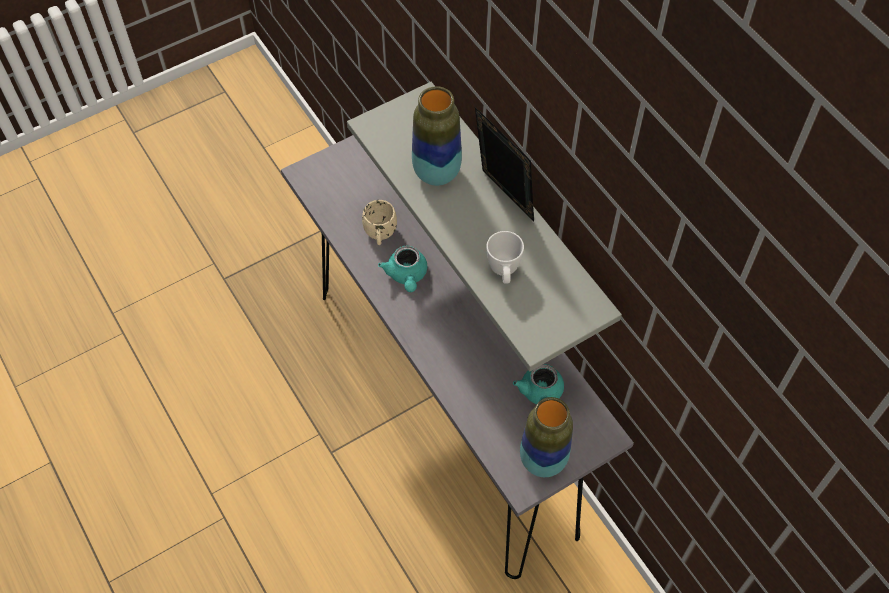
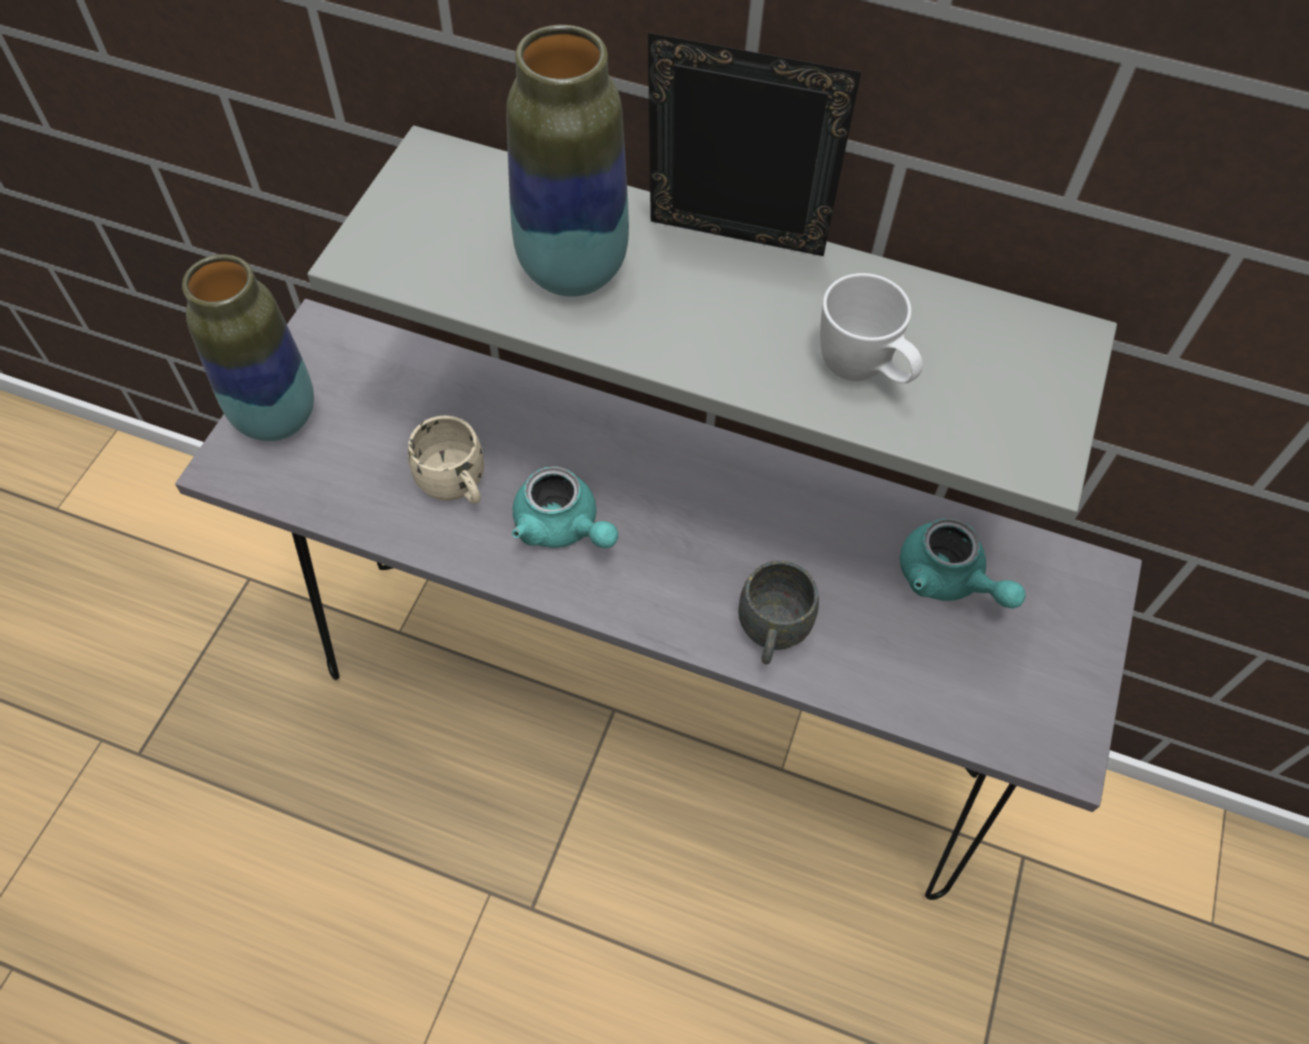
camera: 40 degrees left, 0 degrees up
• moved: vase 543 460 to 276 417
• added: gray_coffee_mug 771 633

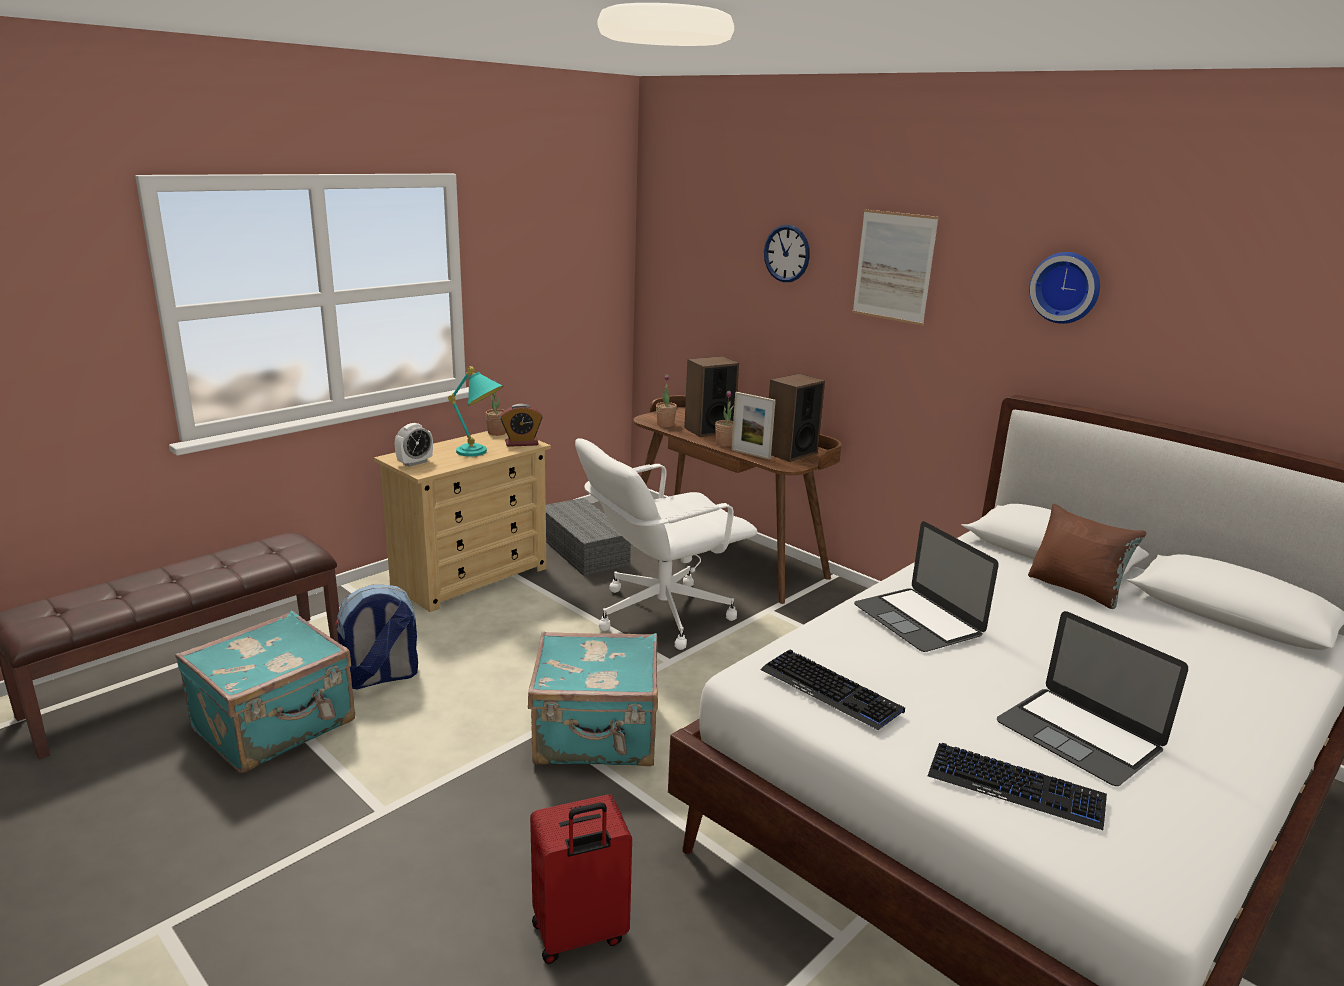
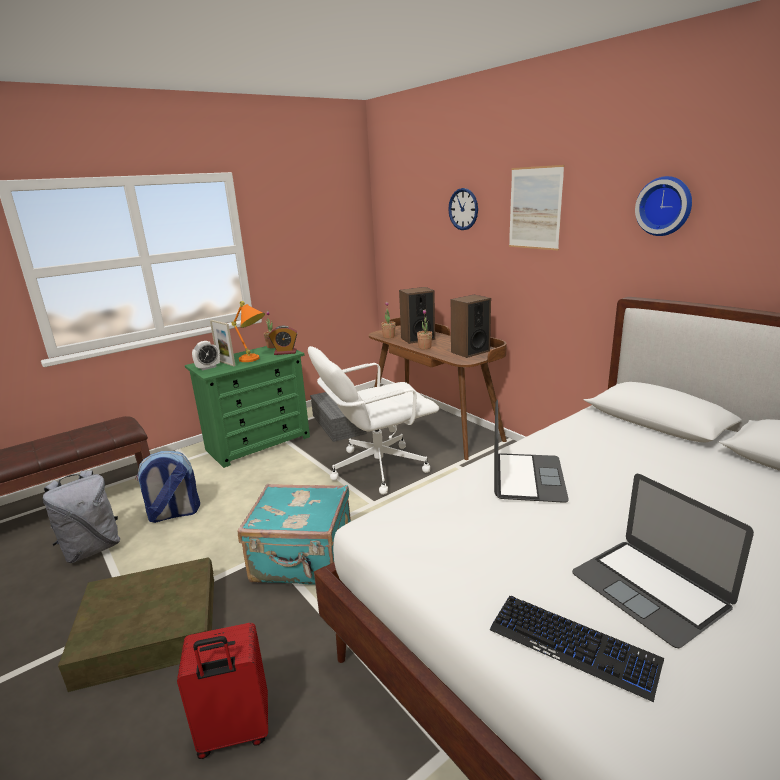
camera: 10 degrees right, 0 degrees up
• replaced: turquoise_piece_of_luggage 276 726 to gray_rucksack 92 549
• added: brown_storage_box 149 629
• recoloured: beige_chest_of_drawers 471 576 to greenish_chest_of_drawers 259 443
• moved: standing_frame 750 454 to 226 363
• recoloured: turquoise_lamp_for_a_table 480 453 to orange_lamp_for_a_table 254 360
• turned: portable_computer 918 619 = 527 477 150 degrees counterclockwise
• removed: keyboard 830 691
• removed: brown_cushion 1076 589

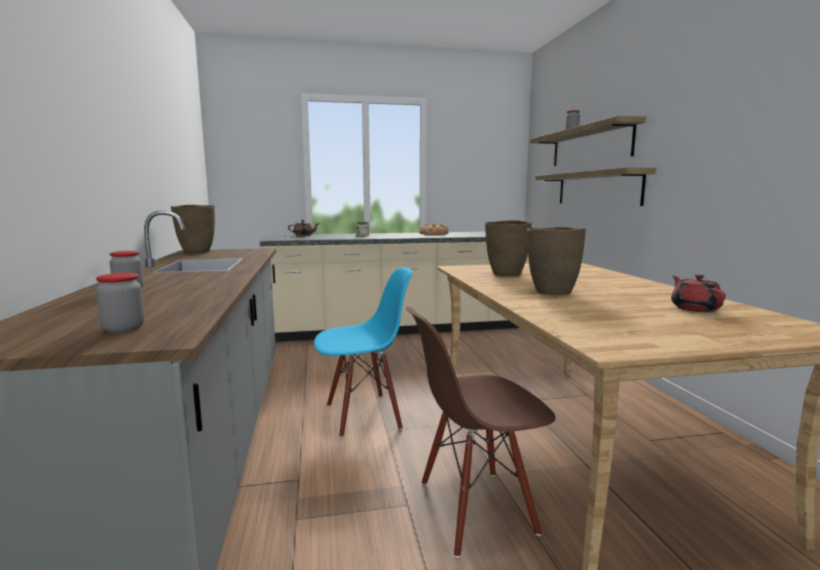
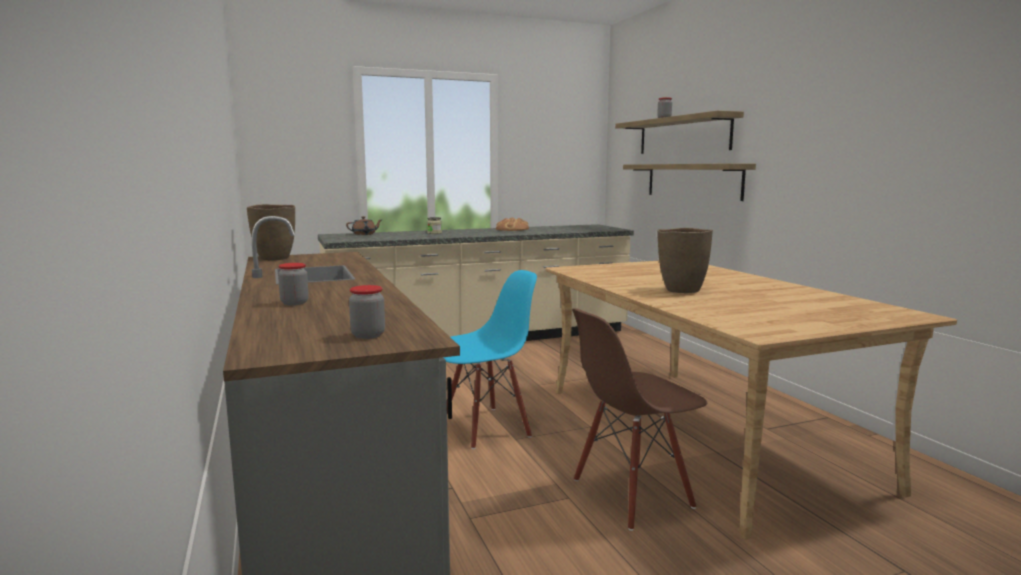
camera: 10 degrees left, 0 degrees up
• removed: brown_vase 506 274
• removed: reddish_teapot 694 308

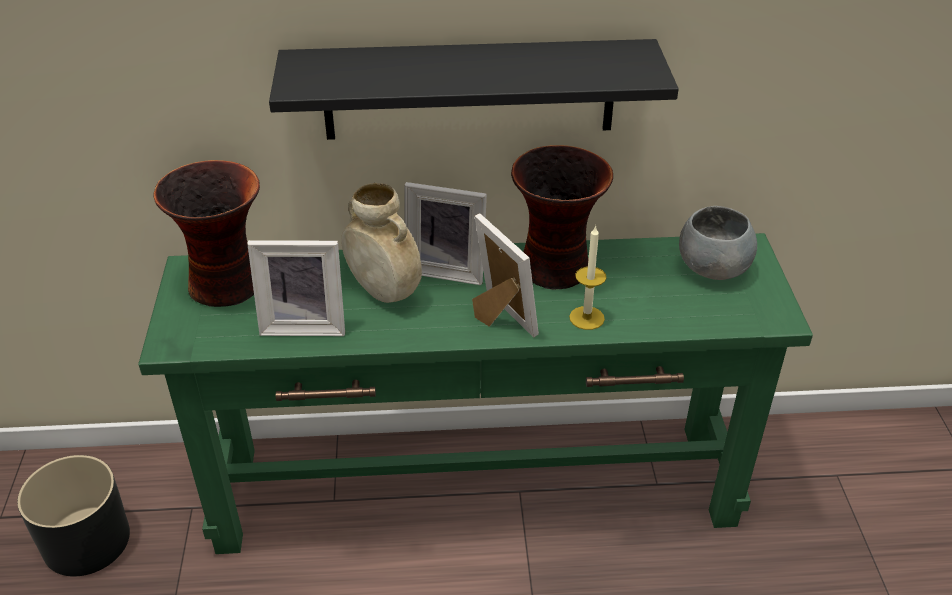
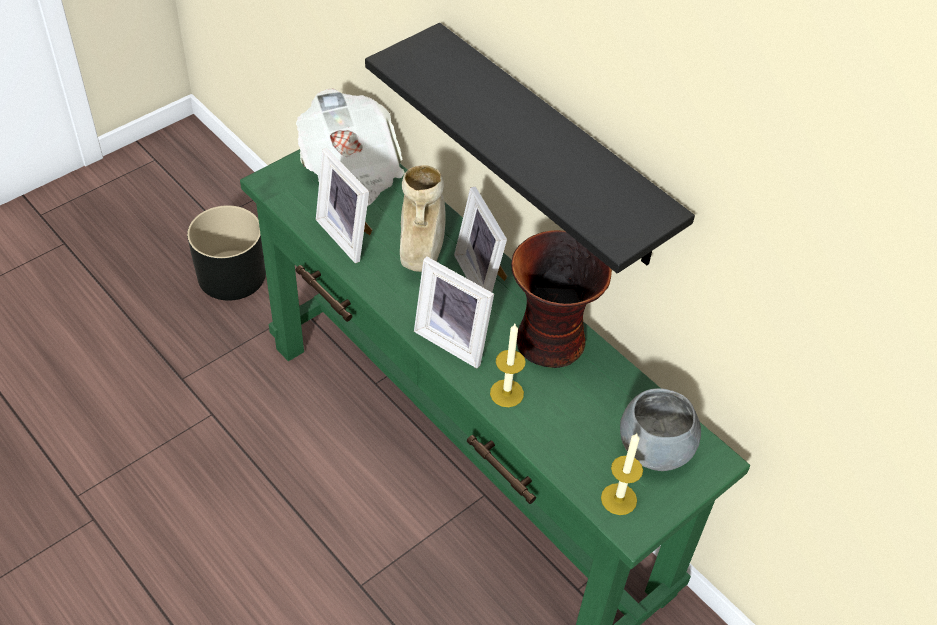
camera: 50 degrees right, 10 degrees up
• replaced: vase 228 284 to daily_paper 351 170
• turned: standing_frame 498 318 = 455 339 105 degrees clockwise
• added: candle 619 499

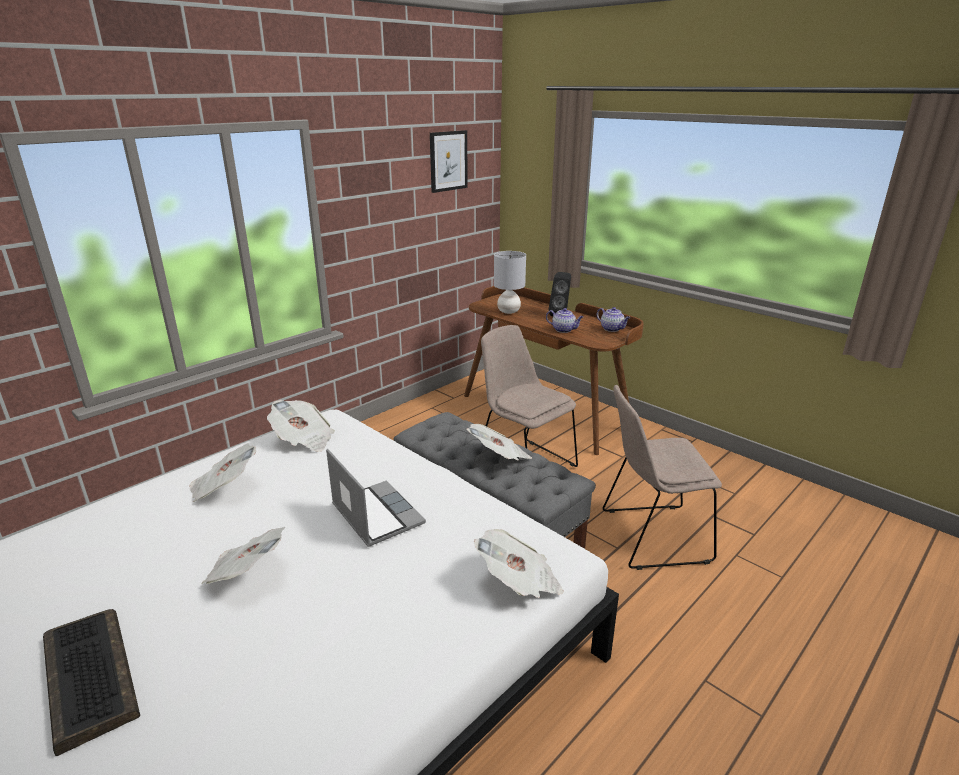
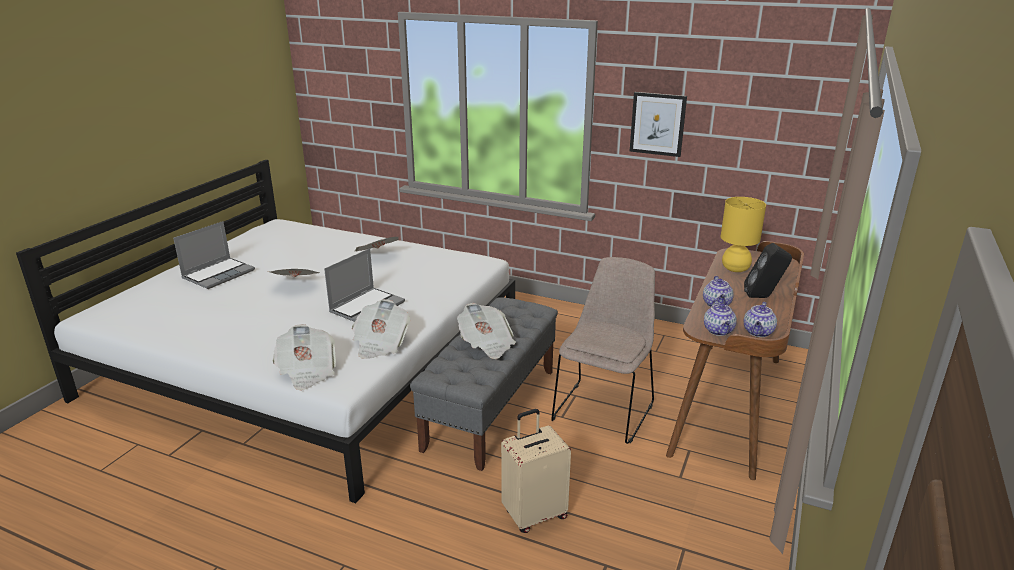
camera: 70 degrees right, 0 degrees up
• replaced: keyboard 88 676 to portable_computer 219 274
• moved: daily_paper 304 439 to 380 344
• replaced: beige_upright_chair 650 536 to beige_piece_of_luggage 534 514
• moved: wall_picture 448 161 to 657 124
• added: teapot 719 331
• recoloured: gray_lamp_for_a_table 509 311 to yellow_lamp_for_a_table 735 269

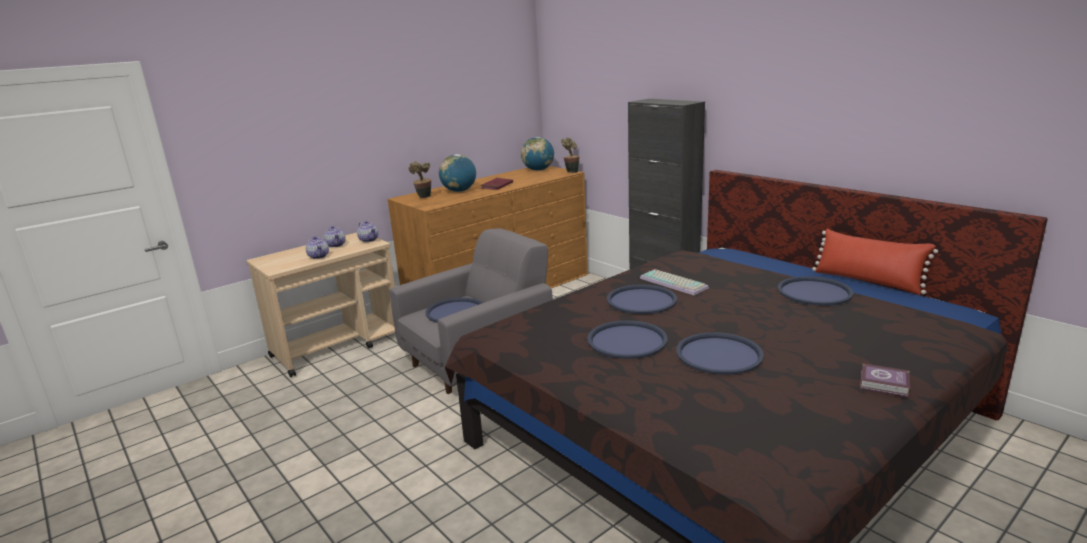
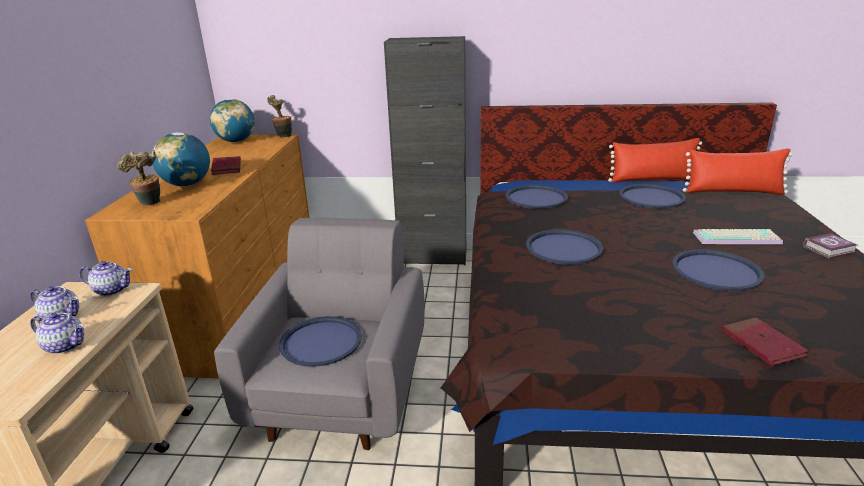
camera: 45 degrees left, 5 degrees up
• moved: blue_tray 627 340 to 536 198
• added: reddish_cushion 733 192
• moved: keyboard 674 283 to 737 237
• added: reddish_bound_book 762 344

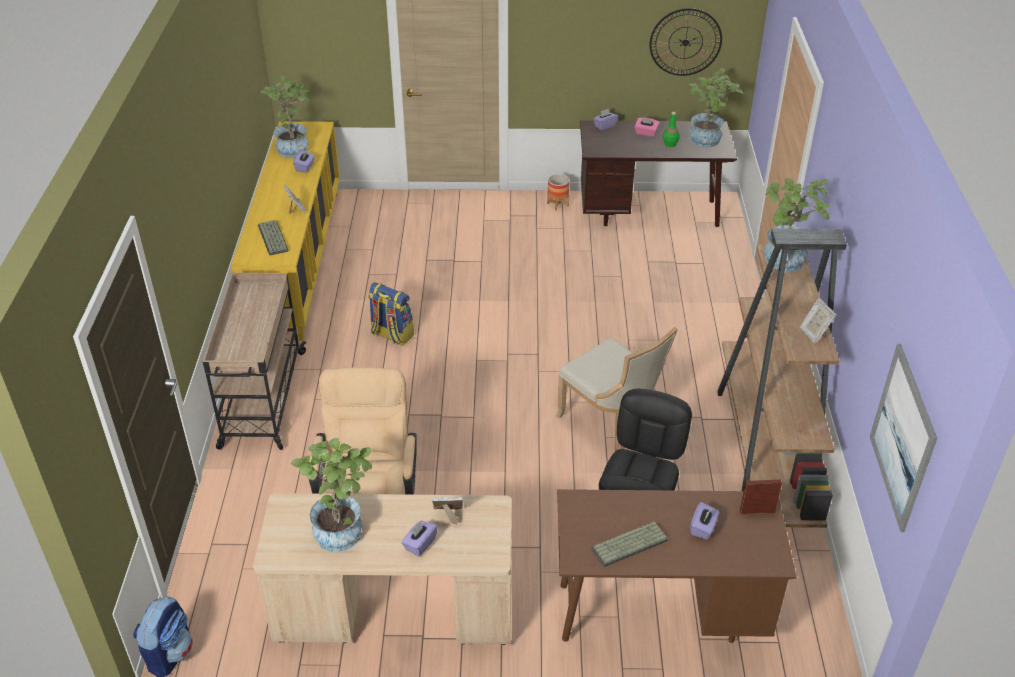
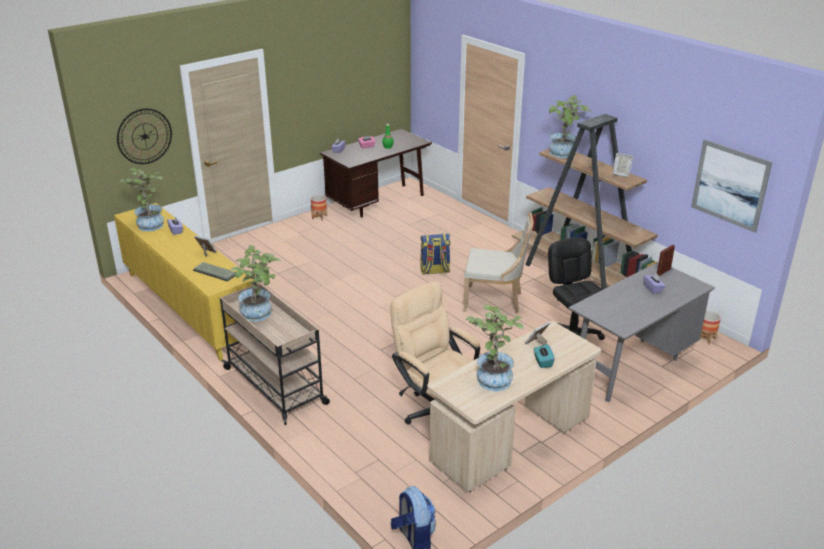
camera: 40 degrees left, 10 degrees down
• moved: clock_on_the_wall 685 42 to 144 136
• moved: plant_in_a_pot 707 141 to 260 314
• moved: rucksack 391 335 to 434 271
• recoloured: purple-coloured_tissue_box 420 544 to turquoise_tissue_box 543 362
• recoloured: brown_desk 660 613 to gray_desk 632 366
• added: planter 705 338
• removed: keyboard 629 545

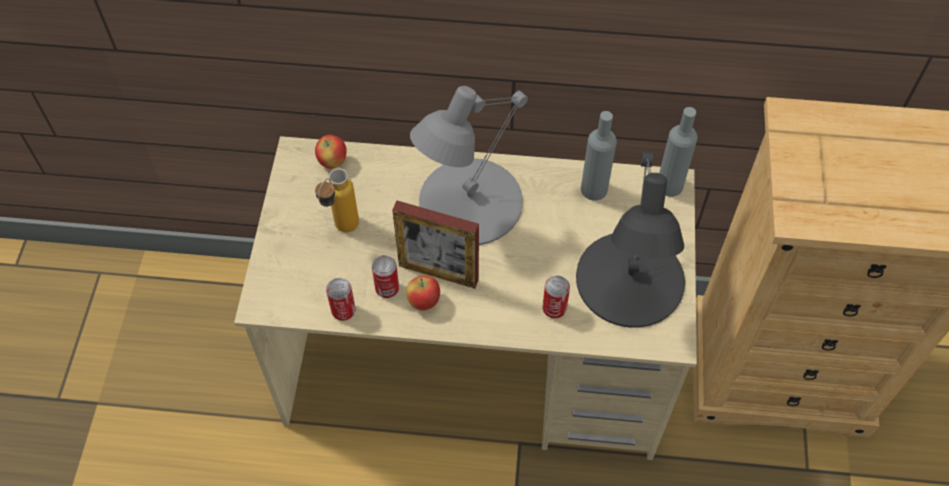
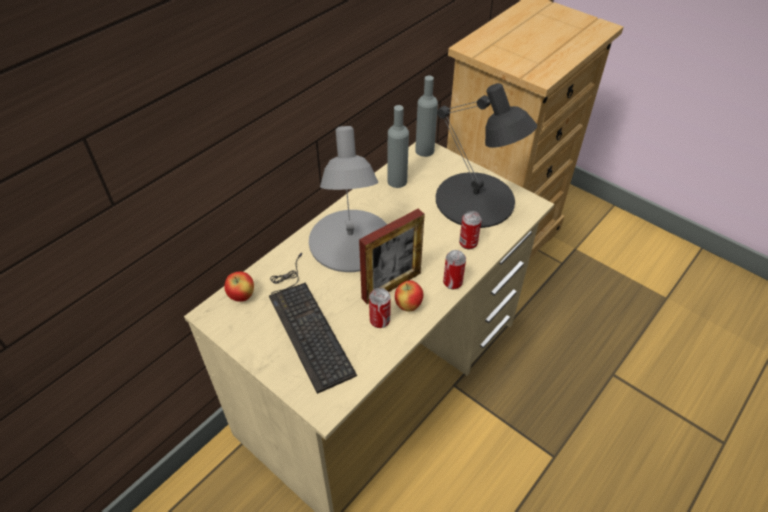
camera: 55 degrees left, 10 degrees down
• replaced: drink_bottle 341 231 to keyboard 306 322
• moved: can 343 311 to 452 282

